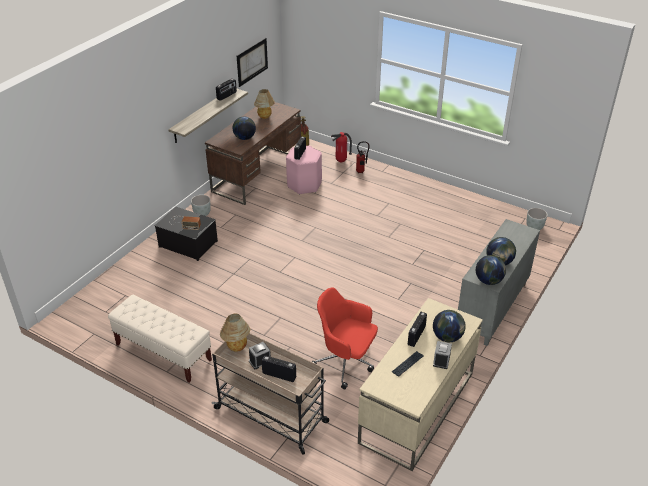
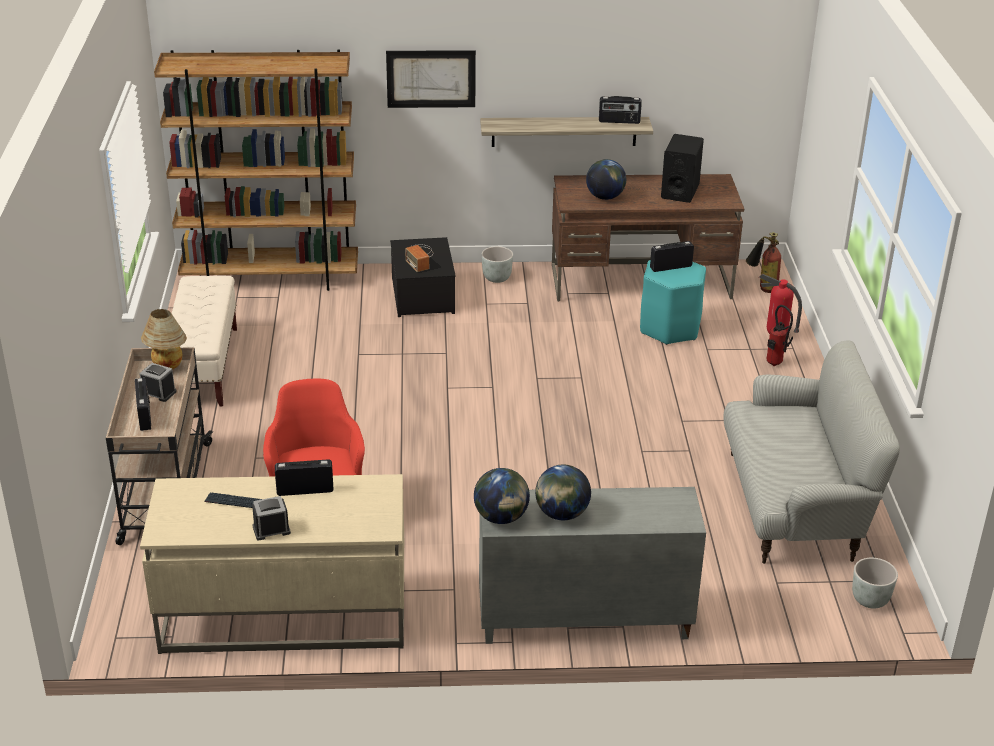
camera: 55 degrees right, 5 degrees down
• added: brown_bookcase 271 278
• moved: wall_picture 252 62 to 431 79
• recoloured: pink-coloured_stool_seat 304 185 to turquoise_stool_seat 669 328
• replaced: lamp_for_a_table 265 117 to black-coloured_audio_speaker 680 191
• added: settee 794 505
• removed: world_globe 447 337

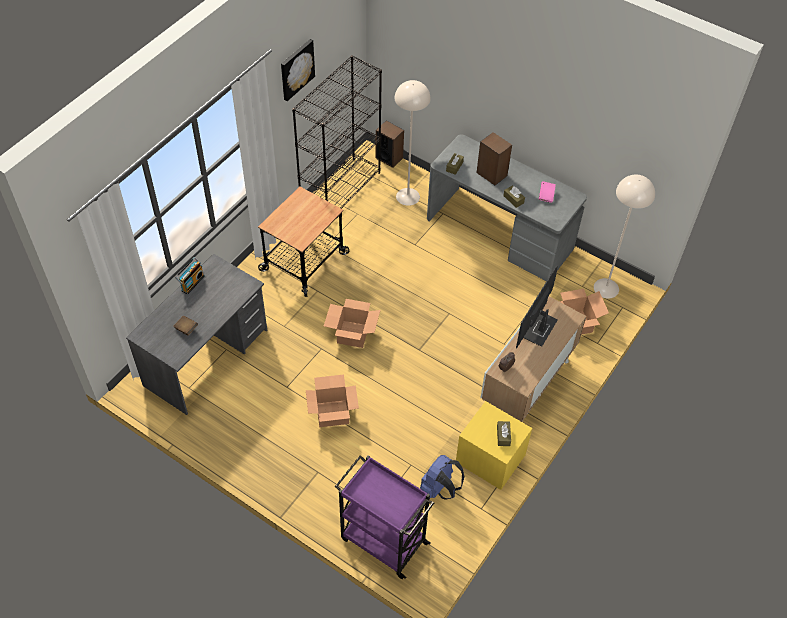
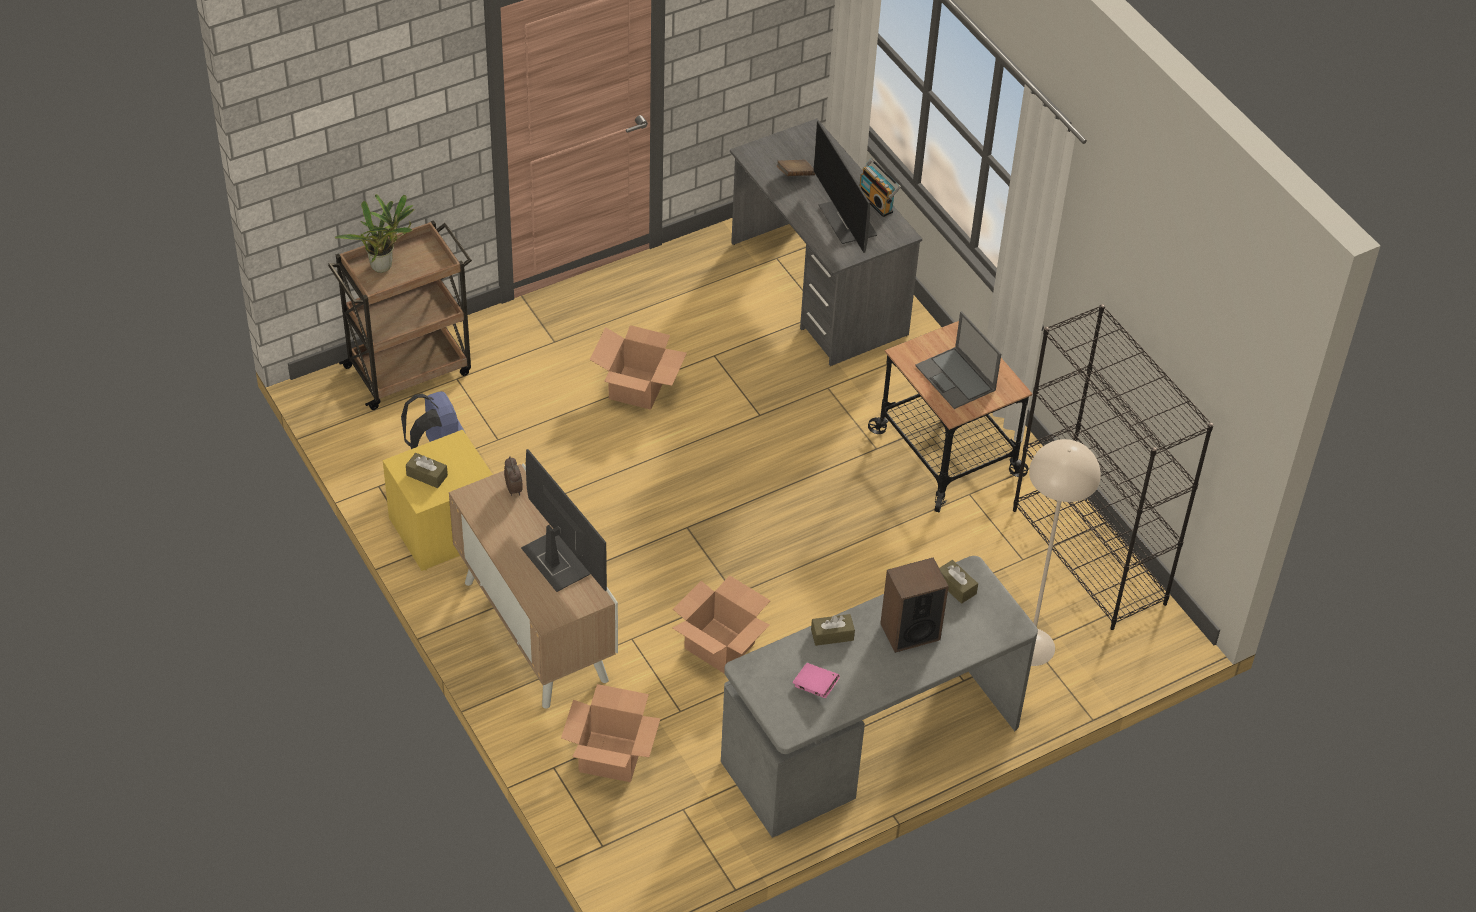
camera: 115 degrees right, 5 degrees down
• recoloured: purple-coloured_cart 382 540 to brown_cart 410 369
• added: plant_in_a_pot 384 265
• moved: cardboard_box 353 334 to 718 646
• added: monitor 848 222
• added: portable_computer 956 378
• removed: wall_picture 296 69
• removed: audio_speaker 389 158
• removed: beige_floor_lamp 606 288

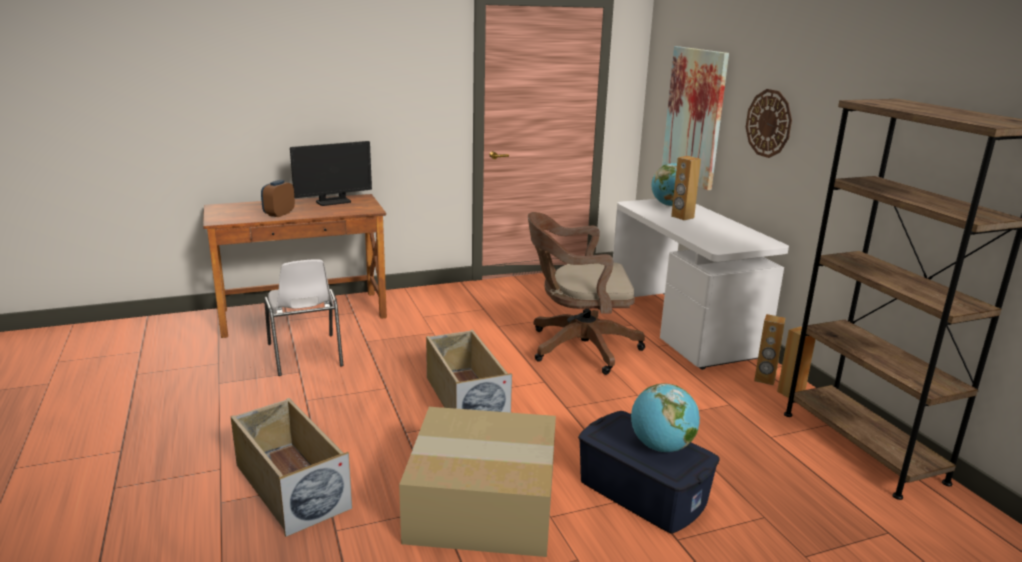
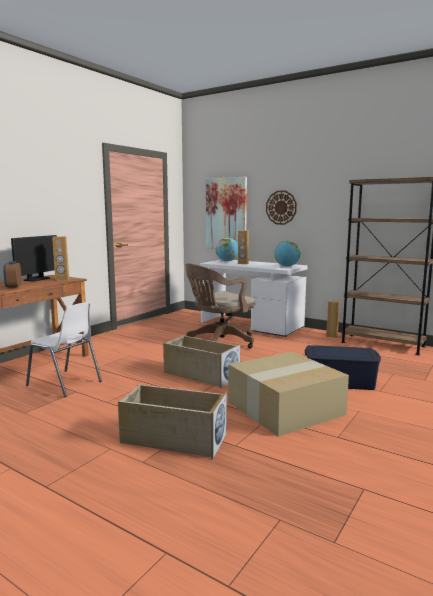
camera: 35 degrees left, 10 degrees down
• moved: brown_audio_speaker 764 379 to 62 279
• moved: world_globe 661 447 to 287 266

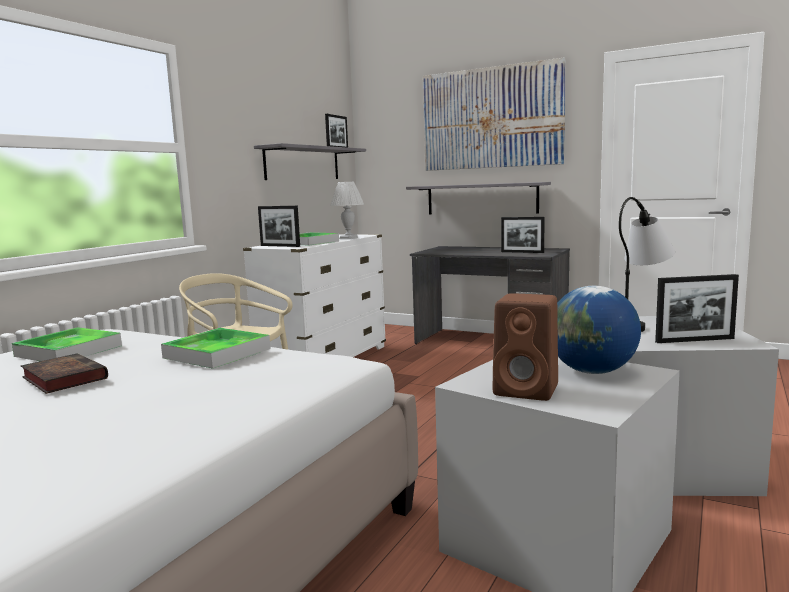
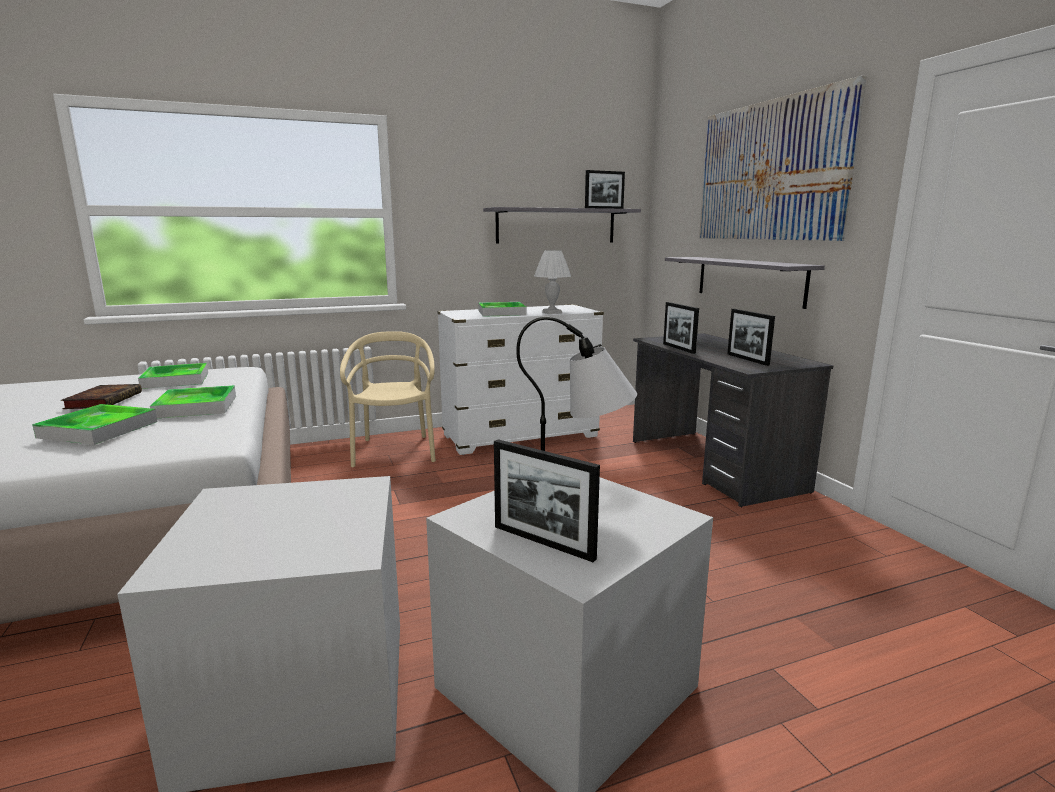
camera: 40 degrees right, 5 degrees up
• added: tray 99 429
• moved: standing_frame 280 246 to 678 348
• removed: brown_audio_speaker 528 390
• removed: world_globe 592 371

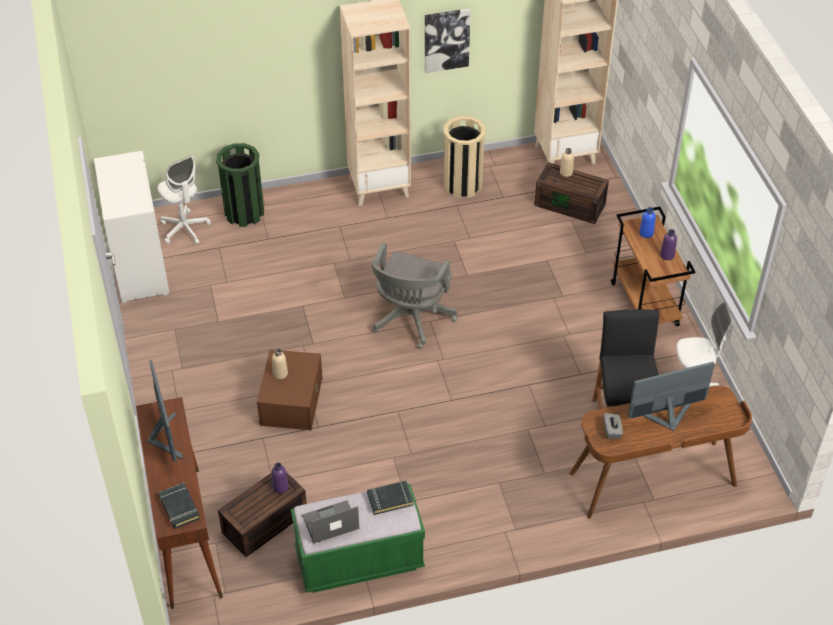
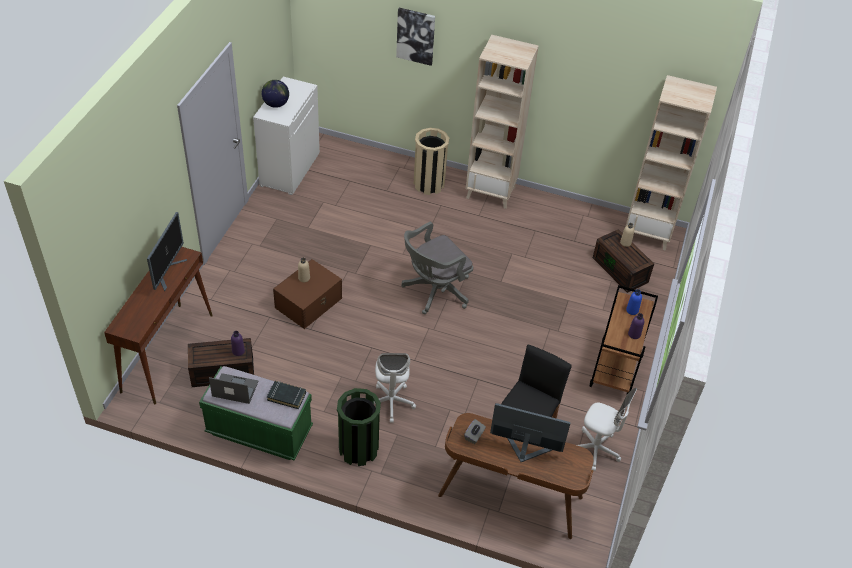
camera: 30 degrees right, 0 degrees up
• added: world_globe 276 104
• moved: greenish_trash_can 244 213 to 358 449
• moved: whitish_computer_chair 185 229 to 391 402
• moved: wall_picture 446 39 to 416 36
• moved: beige_trash_can 462 185 to 429 184
• removed: black-coloured_bound_book 179 508

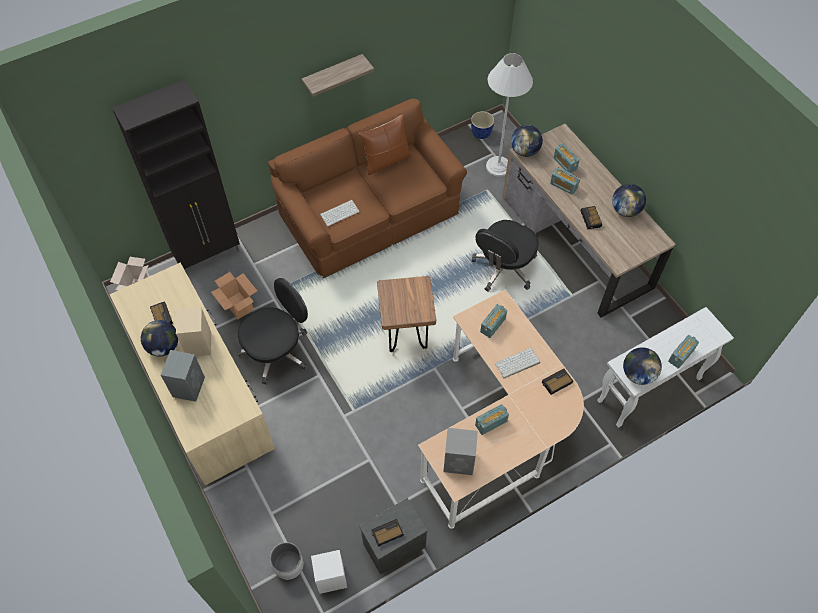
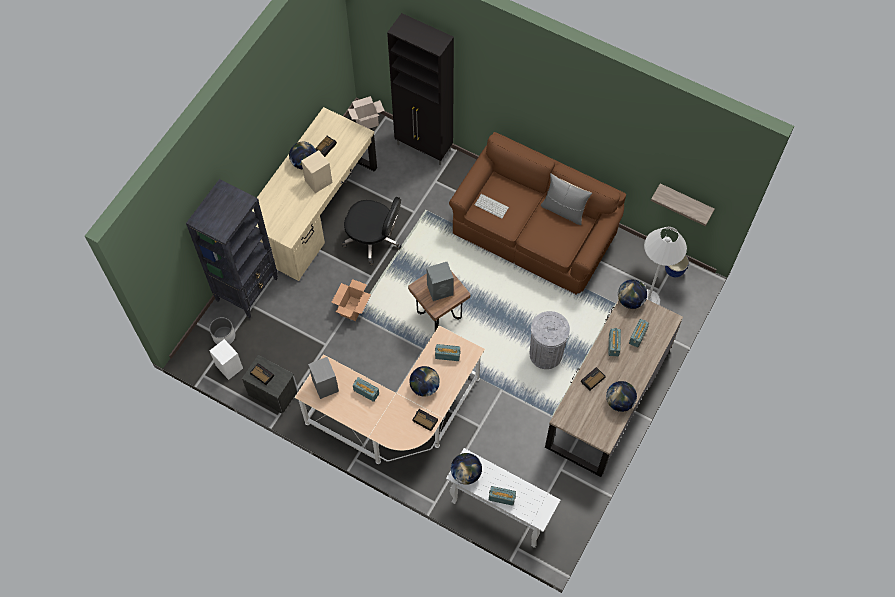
camera: 60 degrees right, 5 degrees up
• added: black-coloured_bookcase 247 289
• moved: cardboard_box 238 305 to 352 308
• replaced: keyboard 517 364 to world_globe 424 387
• moved: gray_audio_speaker 189 386 to 440 289
• replaced: black-coloured_computer_chair 503 268 to gray_trash_can 545 354
• recoloured: brown_cushion 386 160 to gray_cushion 563 210
• moved: shelf 333 75 to 685 201

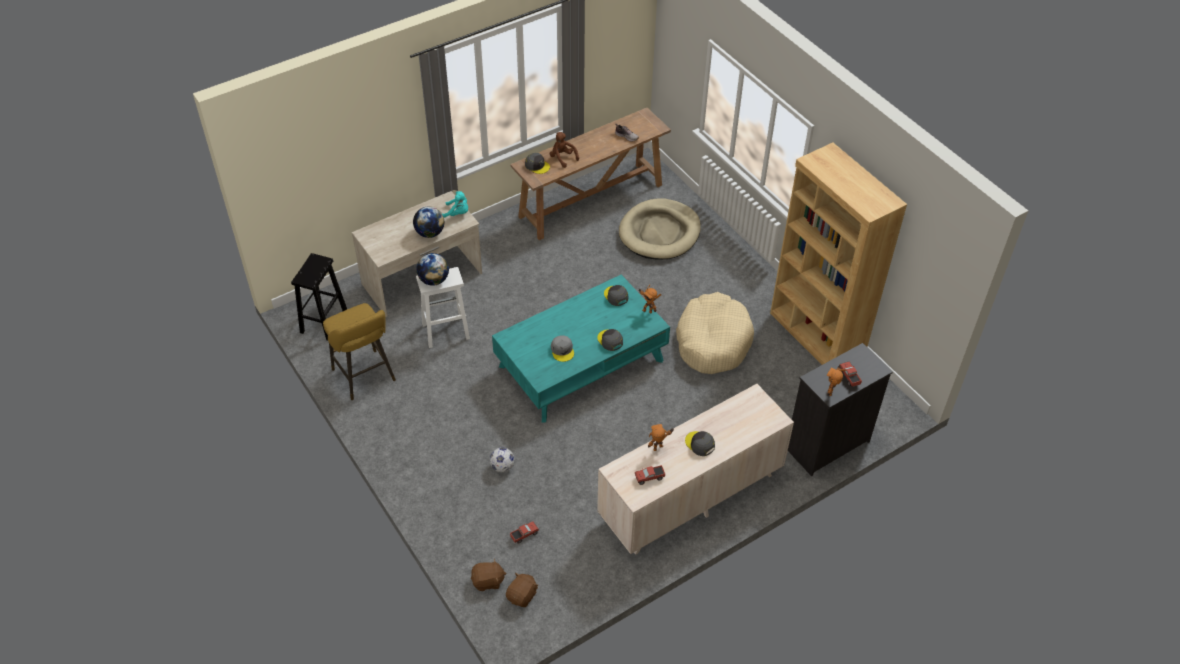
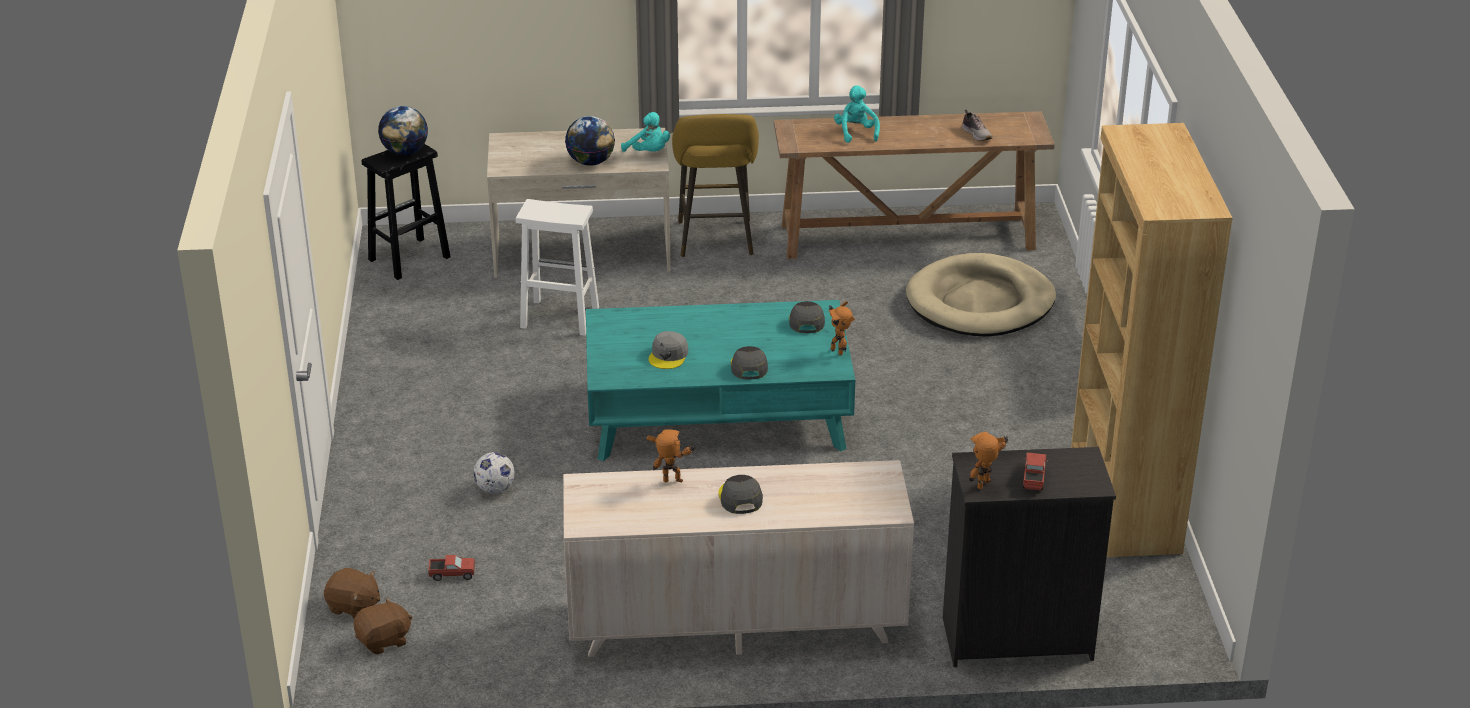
camera: 30 degrees right, 15 degrees down
• moved: world_globe 434 280 to 404 152
• moved: yellow_stool_seat 365 377 to 715 241
• recoloured: brown_plush_toy 562 158 to turquoise_plush_toy 856 133
• removed: gray_peaked_cap 537 166
• removed: toy_truck 649 477
• removed: beige_pet_bed 713 341

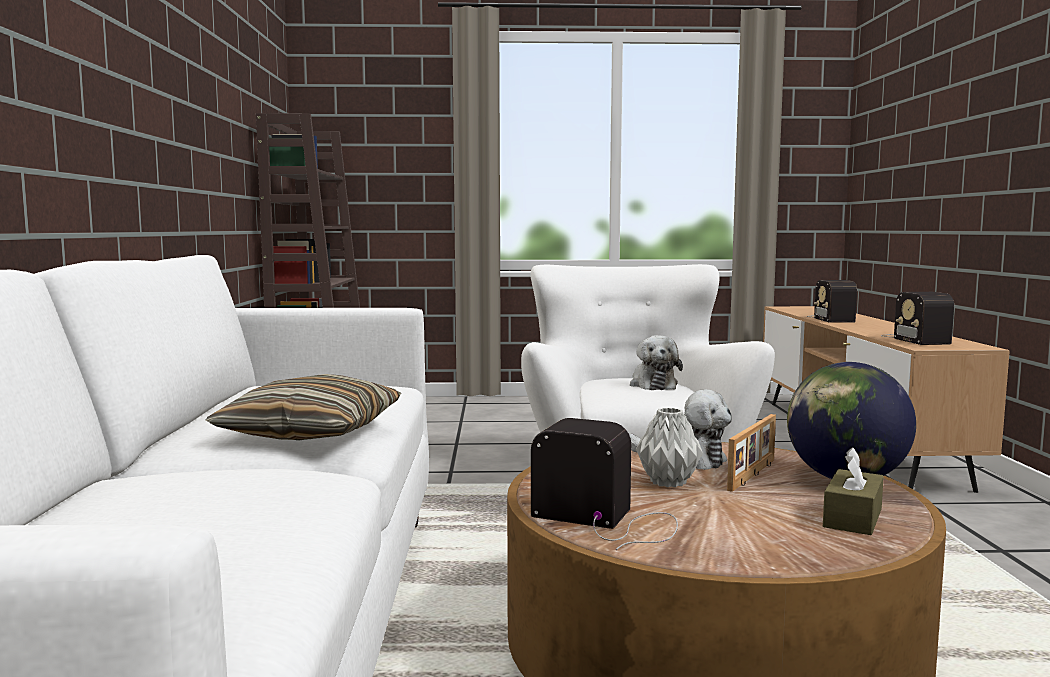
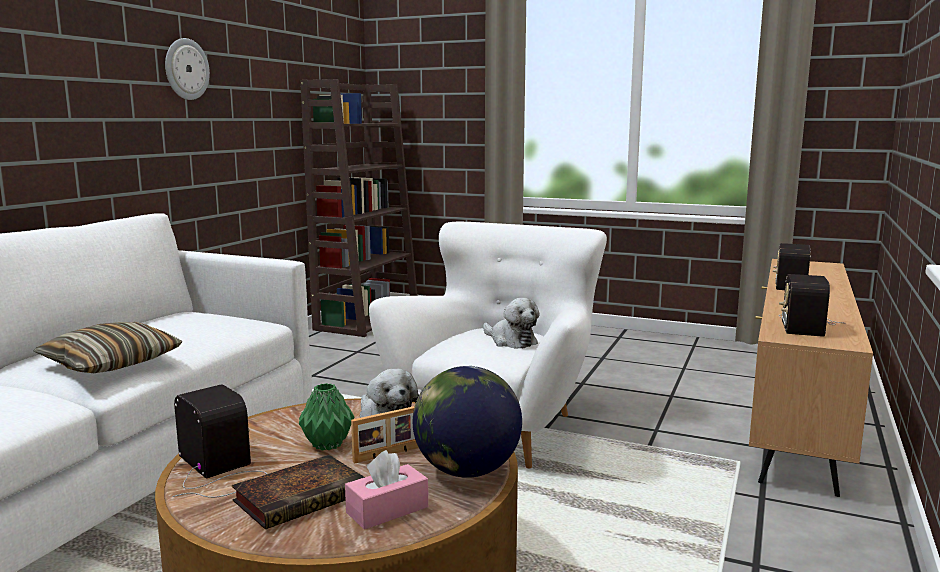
camera: 25 degrees right, 5 degrees up
• added: clock_on_the_wall 186 69
• added: bound_book 302 496
• recoloured: gray_vase 667 482 to greenish_vase 326 444
• recoloured: brown_tissue_box 852 518 to pink-coloured_tissue_box 387 510
• turned: plush_toy 652 385 = 510 341 60 degrees counterclockwise

